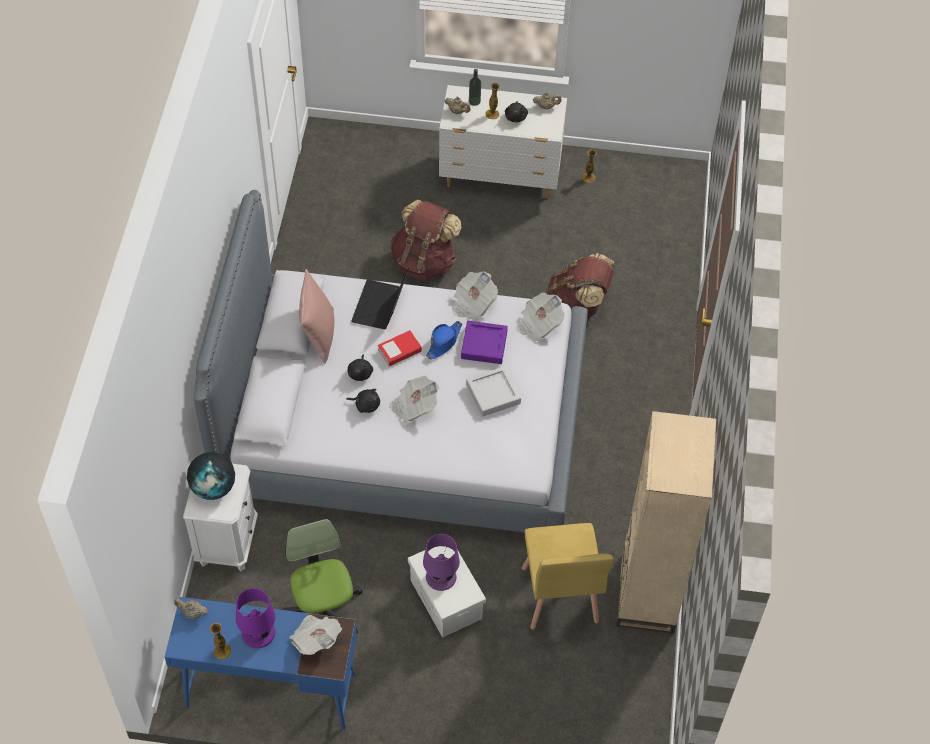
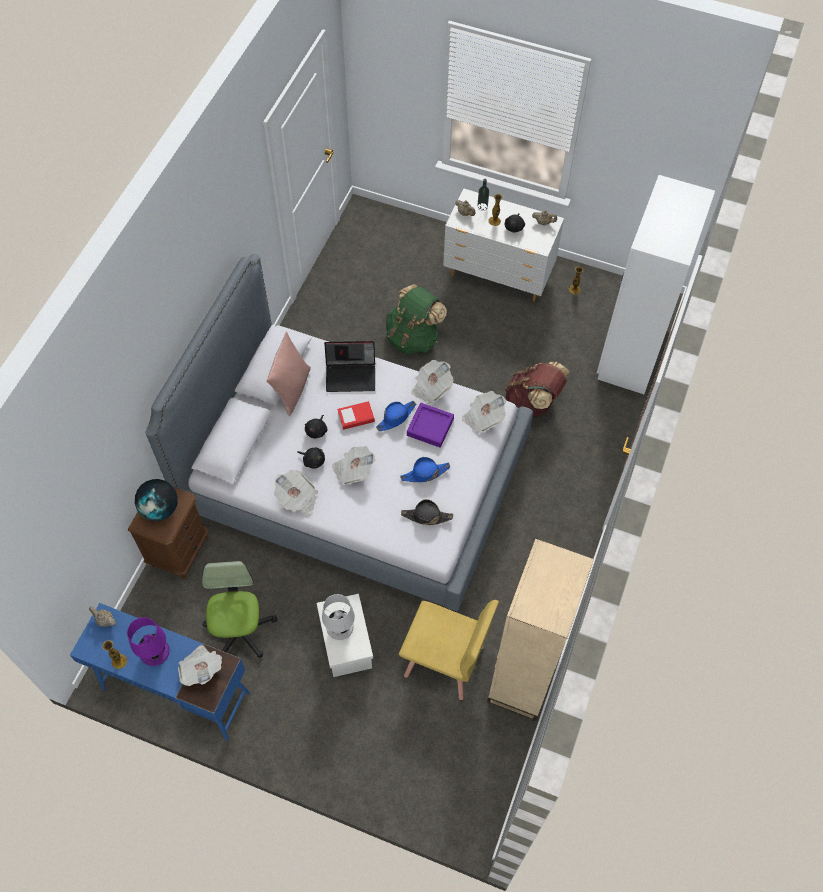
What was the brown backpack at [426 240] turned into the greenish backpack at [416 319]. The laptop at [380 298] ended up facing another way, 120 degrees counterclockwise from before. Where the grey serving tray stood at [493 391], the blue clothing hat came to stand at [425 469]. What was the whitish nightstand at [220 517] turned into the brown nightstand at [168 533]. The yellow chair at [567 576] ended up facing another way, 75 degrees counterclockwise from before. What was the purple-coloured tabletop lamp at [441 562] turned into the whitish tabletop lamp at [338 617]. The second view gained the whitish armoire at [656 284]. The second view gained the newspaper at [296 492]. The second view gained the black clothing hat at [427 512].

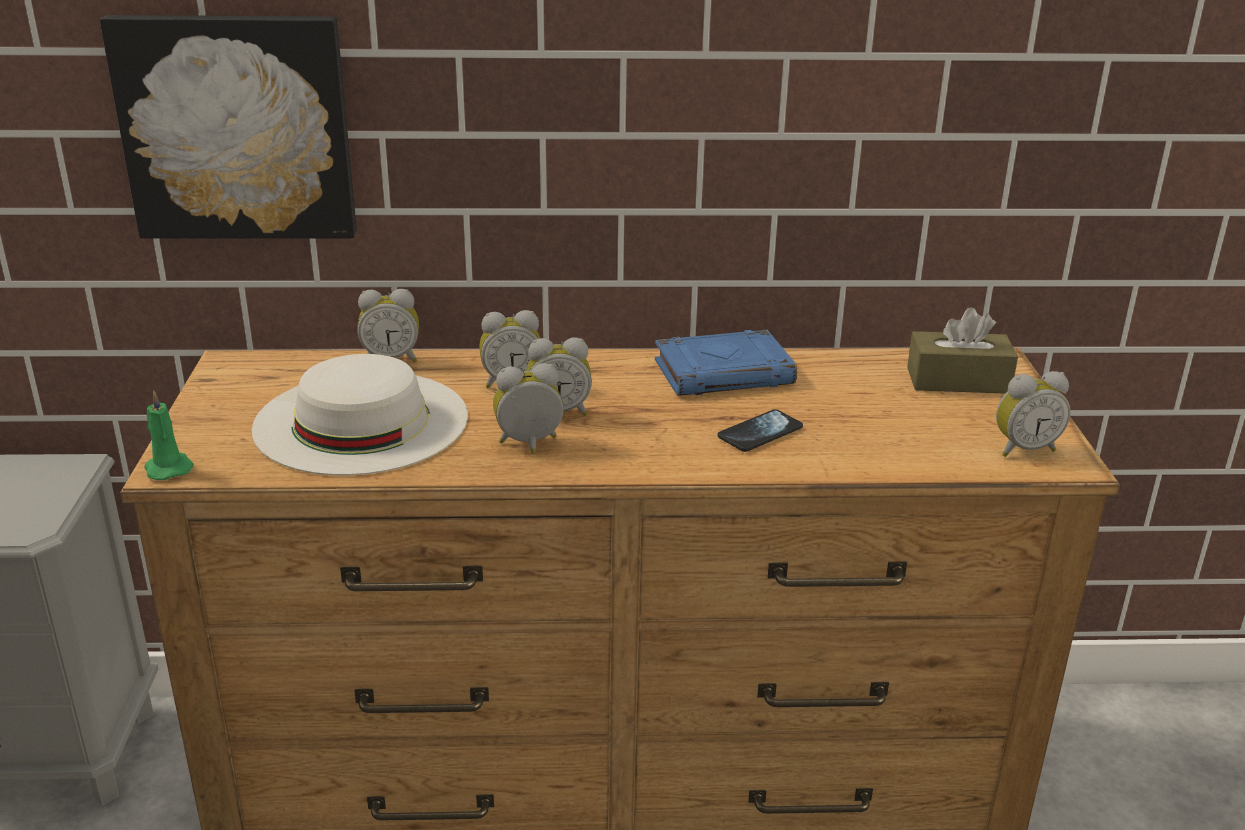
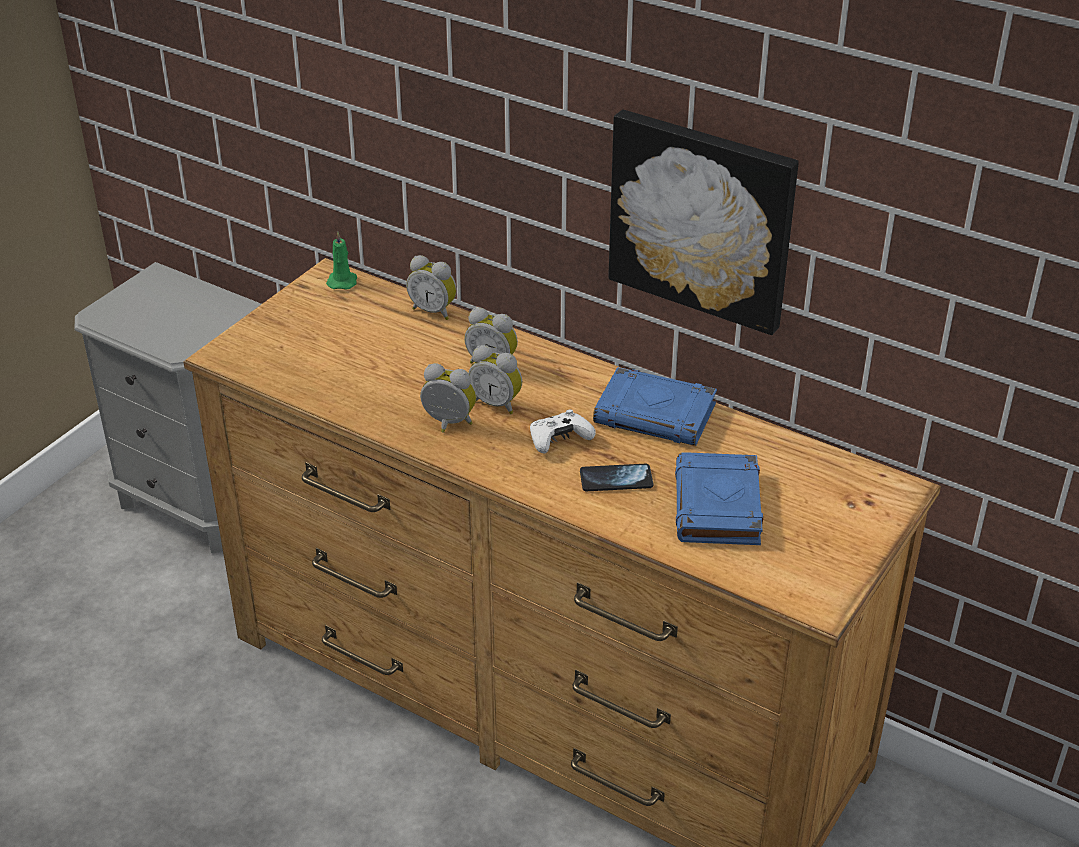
The wall picture ended up elsewhere, having gone from [228 127] to [703 222]. The second view lost the brown tissue holder at [962 350]. The second view lost the whitish clothing hat at [360 415]. The second view lost the table clock at [1033 414]. The greenish candle ended up elsewhere, having gone from [169 435] to [341 260]. The second view gained the whitish game controller at [563 431]. The second view gained the blue bound book at [719 498].

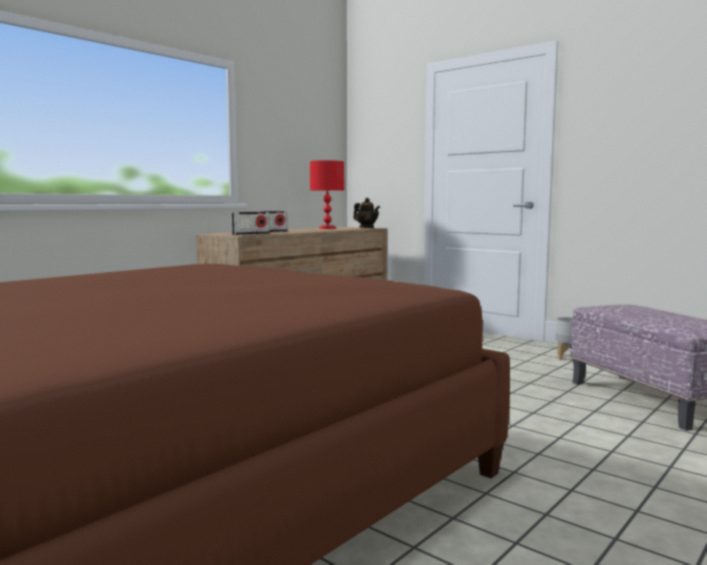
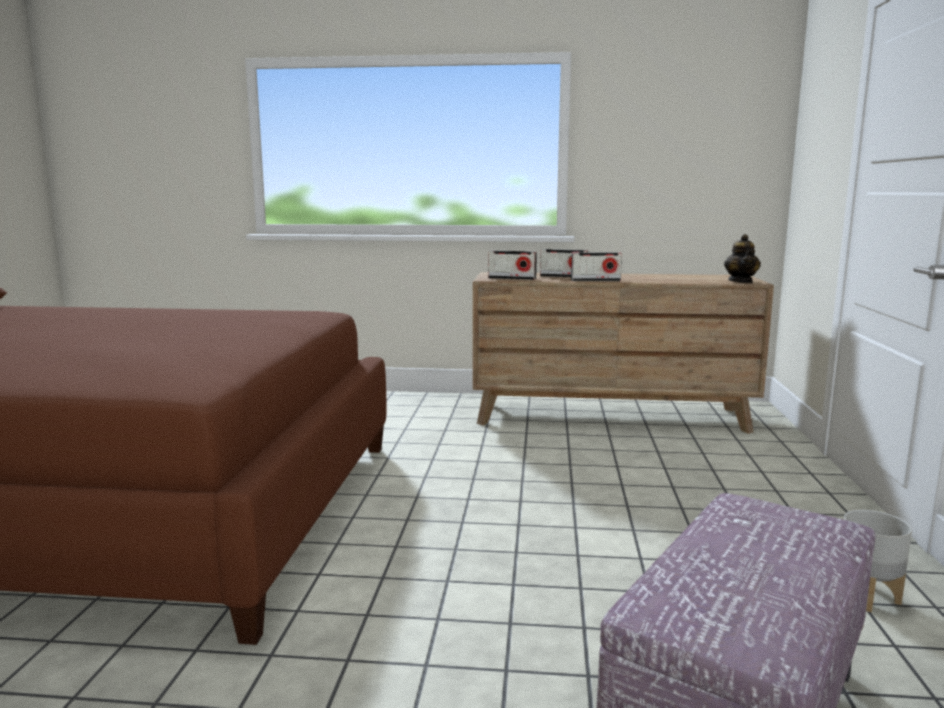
The second view lost the red tabletop lamp at [327 194]. The second view gained the radio receiver at [596 266].

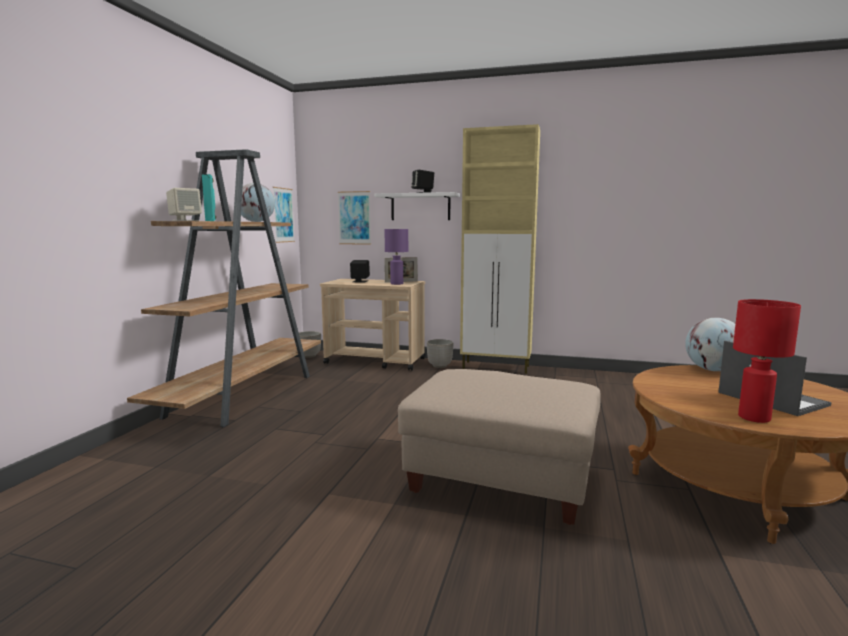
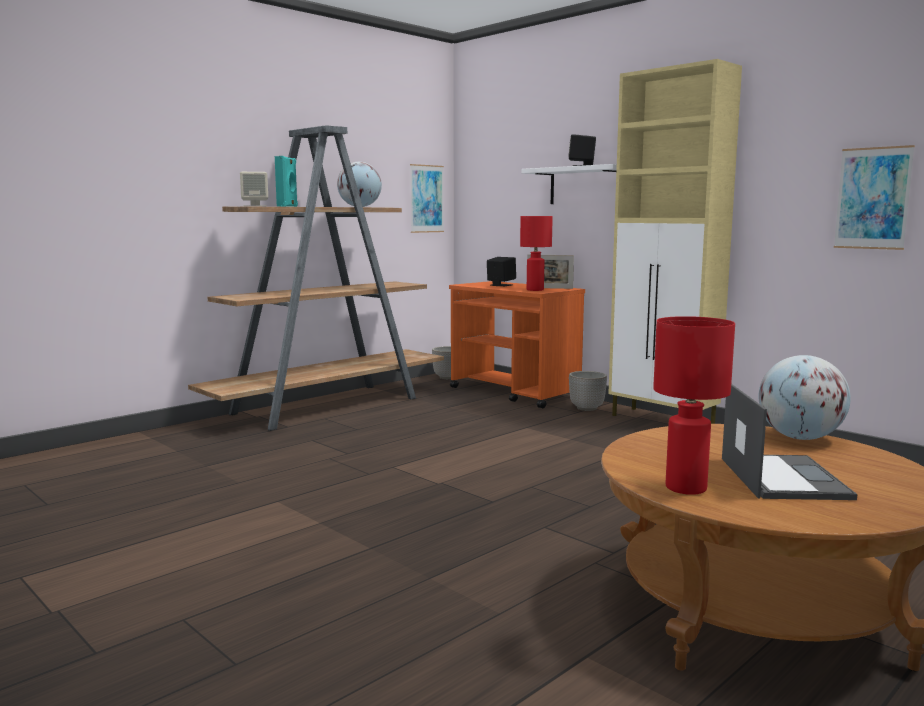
The wall picture ended up elsewhere, having gone from [354 218] to [874 197]. What was the purple-coloured tabletop lamp at [396 257] turned into the red tabletop lamp at [536 253]. What was the sand-coloured trolley at [372 325] turned into the orange trolley at [517 345]. The second view lost the sand-coloured ottoman at [499 447].

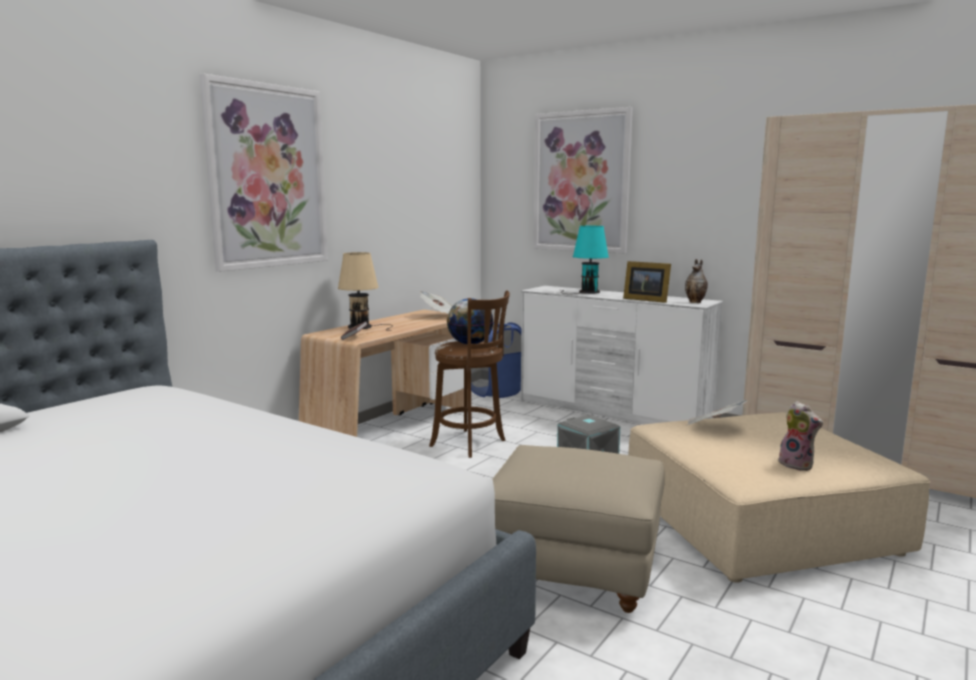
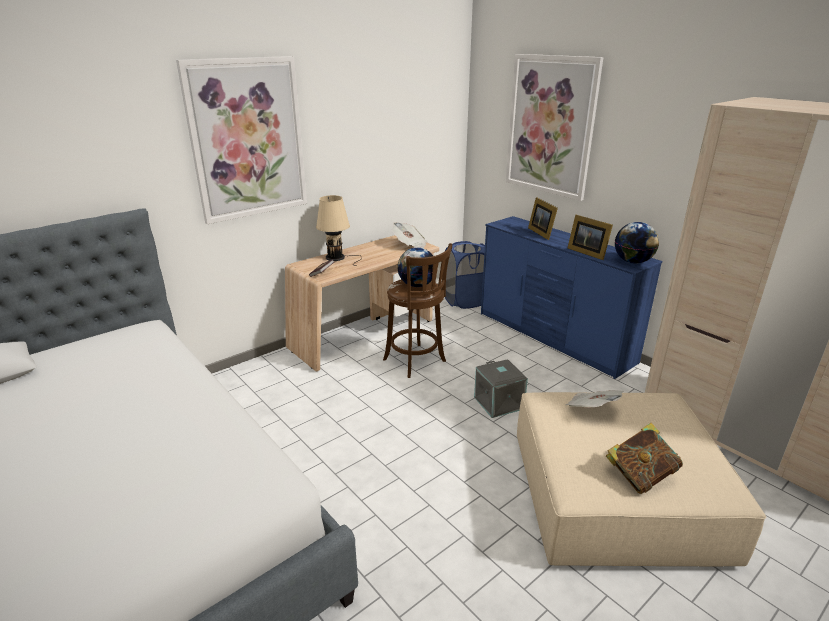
Where the turquoise-coloured tabletop lamp stood at [585 260], the standing frame came to stand at [543 219]. Where the decorative vase stood at [696 281], the desk globe came to stand at [637 242]. What was the whitish dresser at [622 355] turned into the blue dresser at [571 297]. Where the soft toy stood at [800 436], the bound book came to stand at [644 458]. The second view lost the sand-coloured ottoman at [578 529].

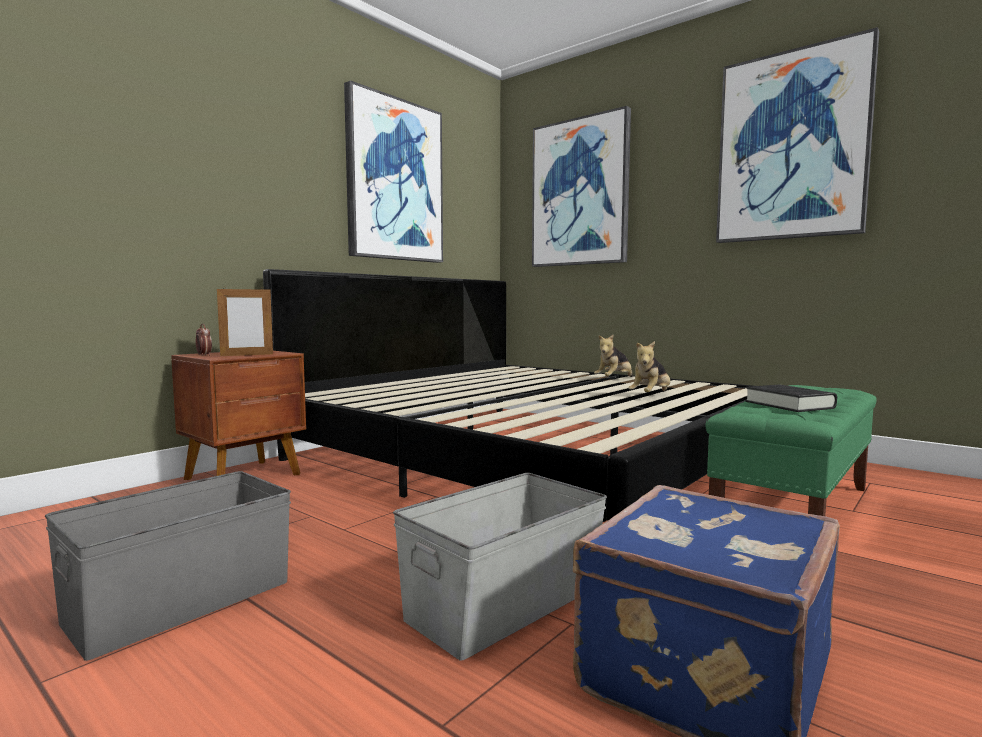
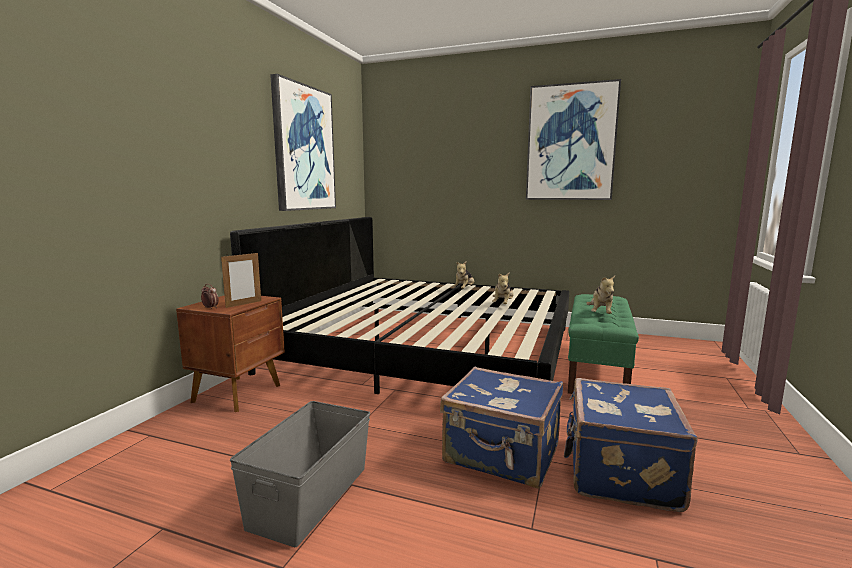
The second view lost the wall picture at [581 186]. Where the black bound book stood at [791 398], the soft toy came to stand at [600 294]. Where the grey storage container stood at [500 567], the blue piece of luggage came to stand at [501 428].

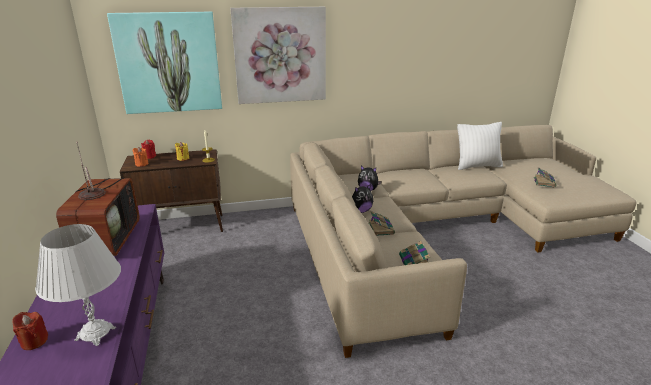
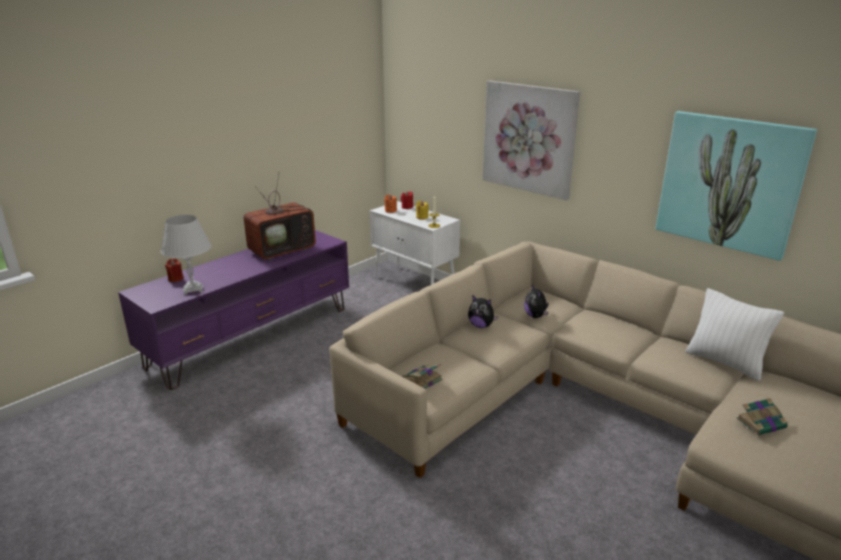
The wall picture ended up elsewhere, having gone from [164 63] to [736 186]. What was the brown cabinet at [171 190] turned into the whitish cabinet at [415 243]. The second view lost the bound book at [382 223].

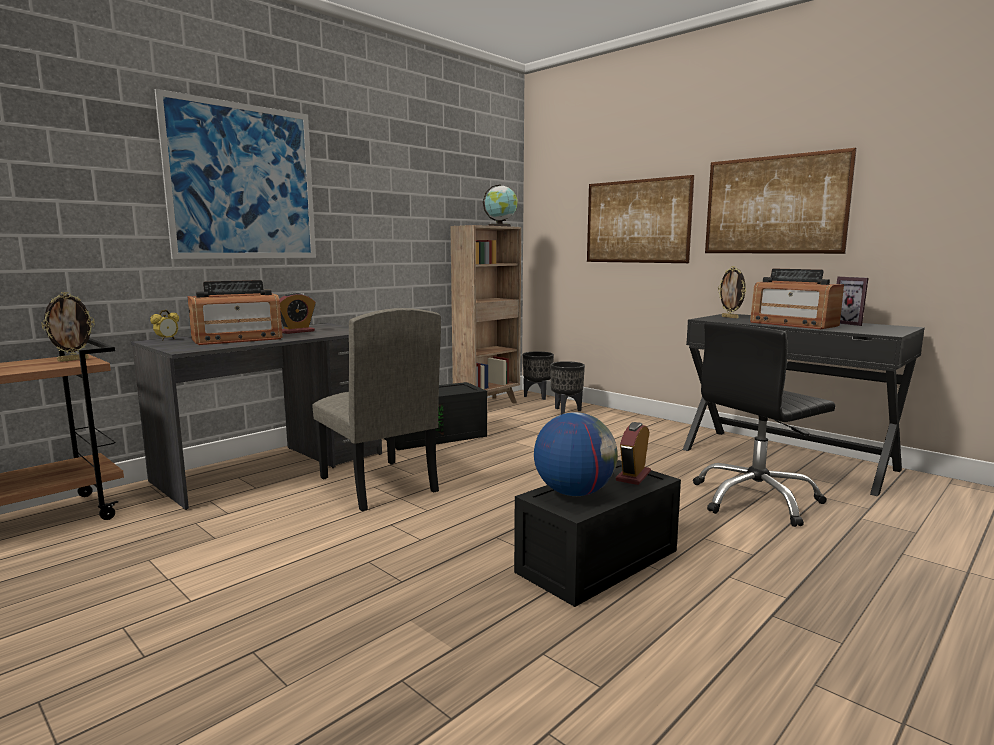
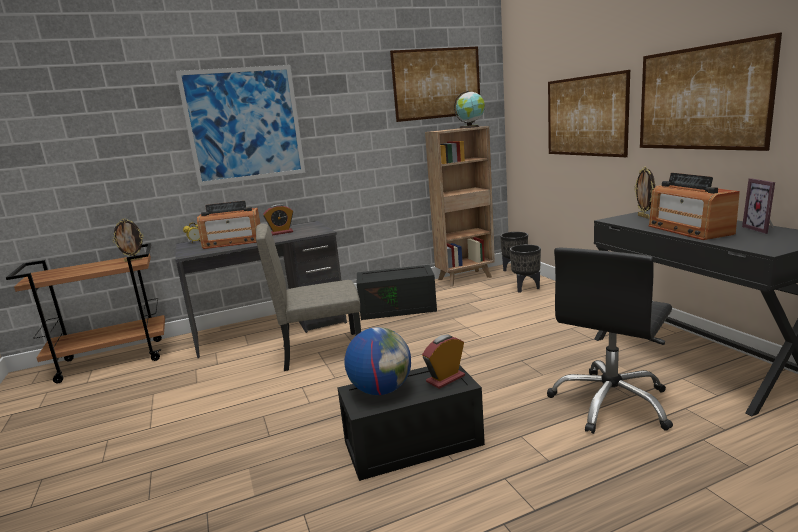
The sand-coloured chair at [376 409] ended up facing another way, 90 degrees clockwise from before. The black computer chair at [764 424] ended up facing another way, 45 degrees counterclockwise from before. The second view gained the wall picture at [435 84].

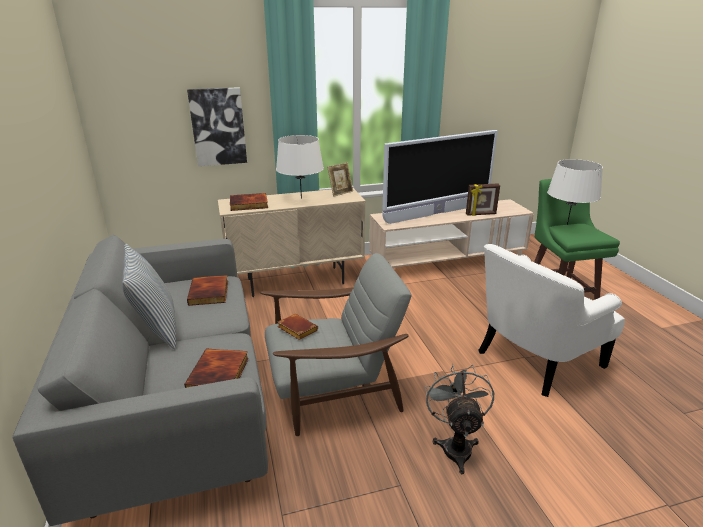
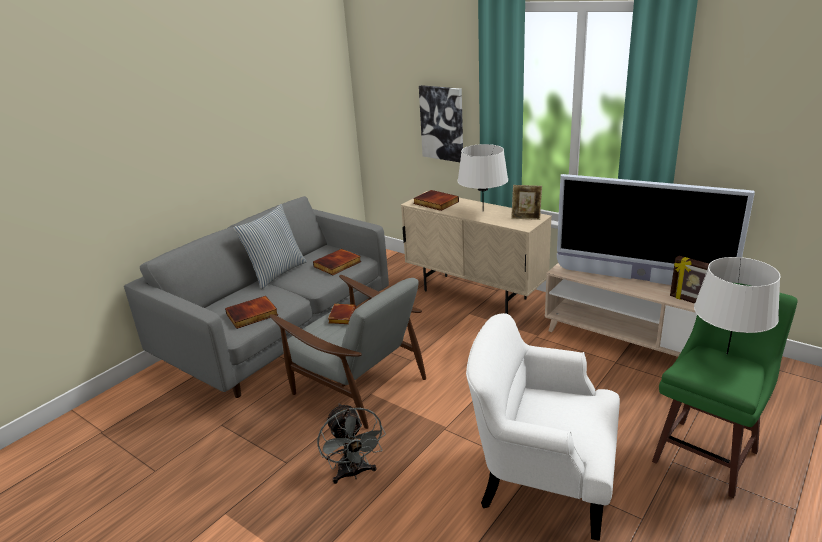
The grey fan at [459 419] ended up facing another way, 105 degrees clockwise from before.

